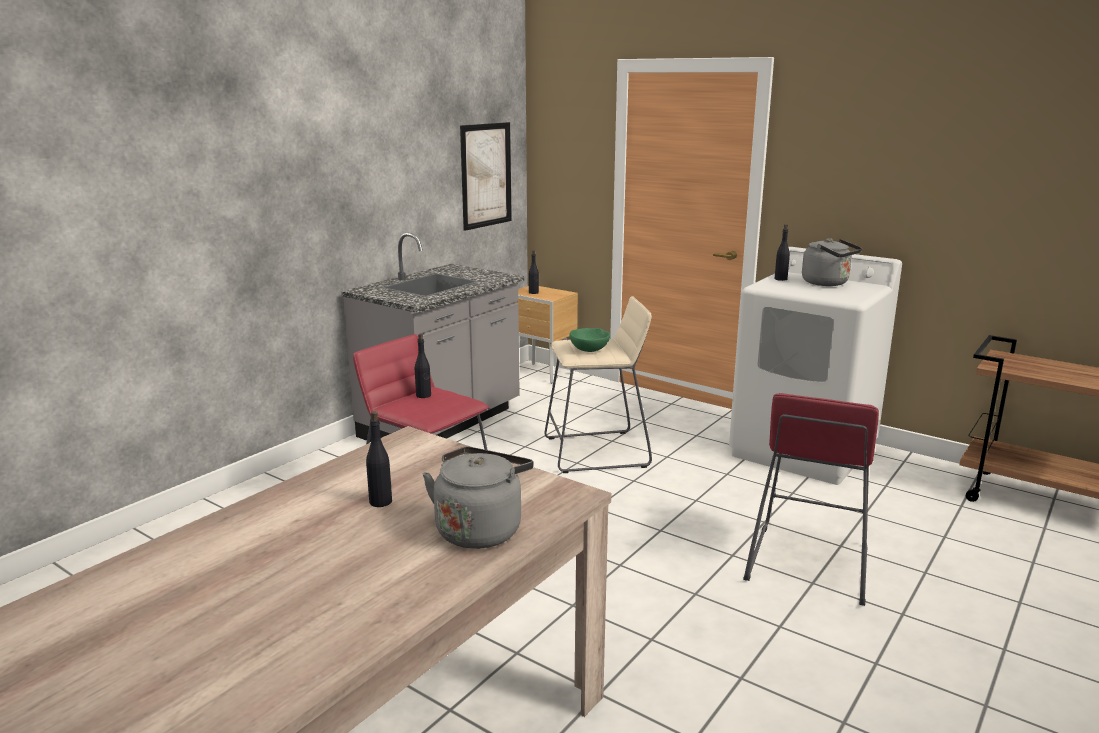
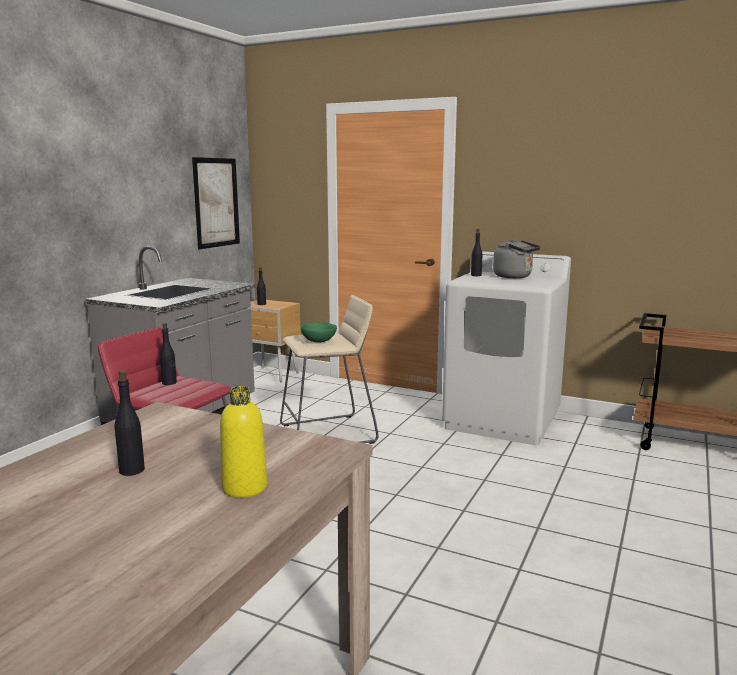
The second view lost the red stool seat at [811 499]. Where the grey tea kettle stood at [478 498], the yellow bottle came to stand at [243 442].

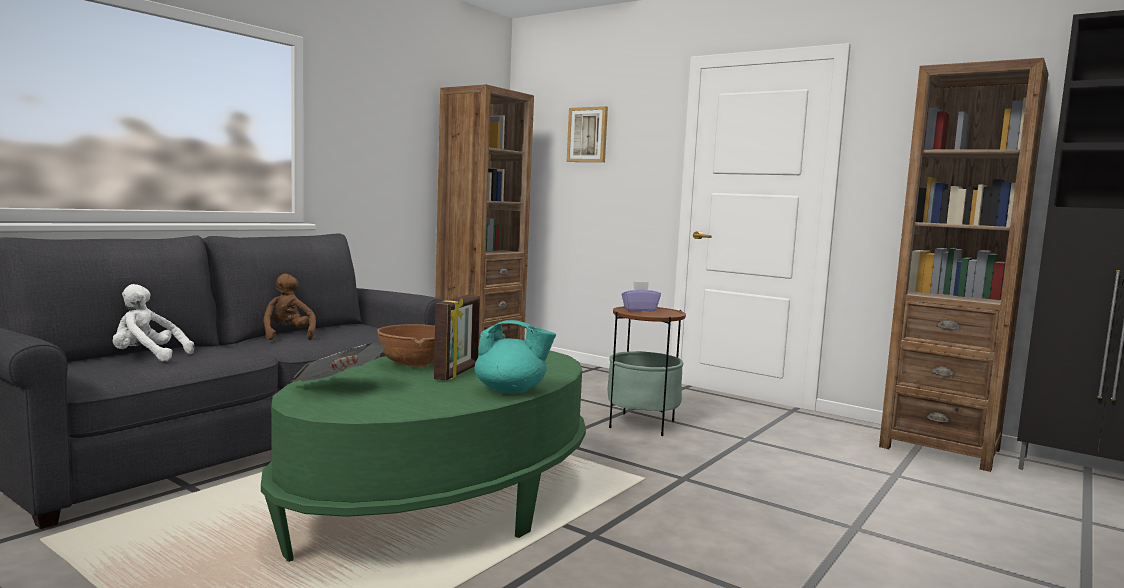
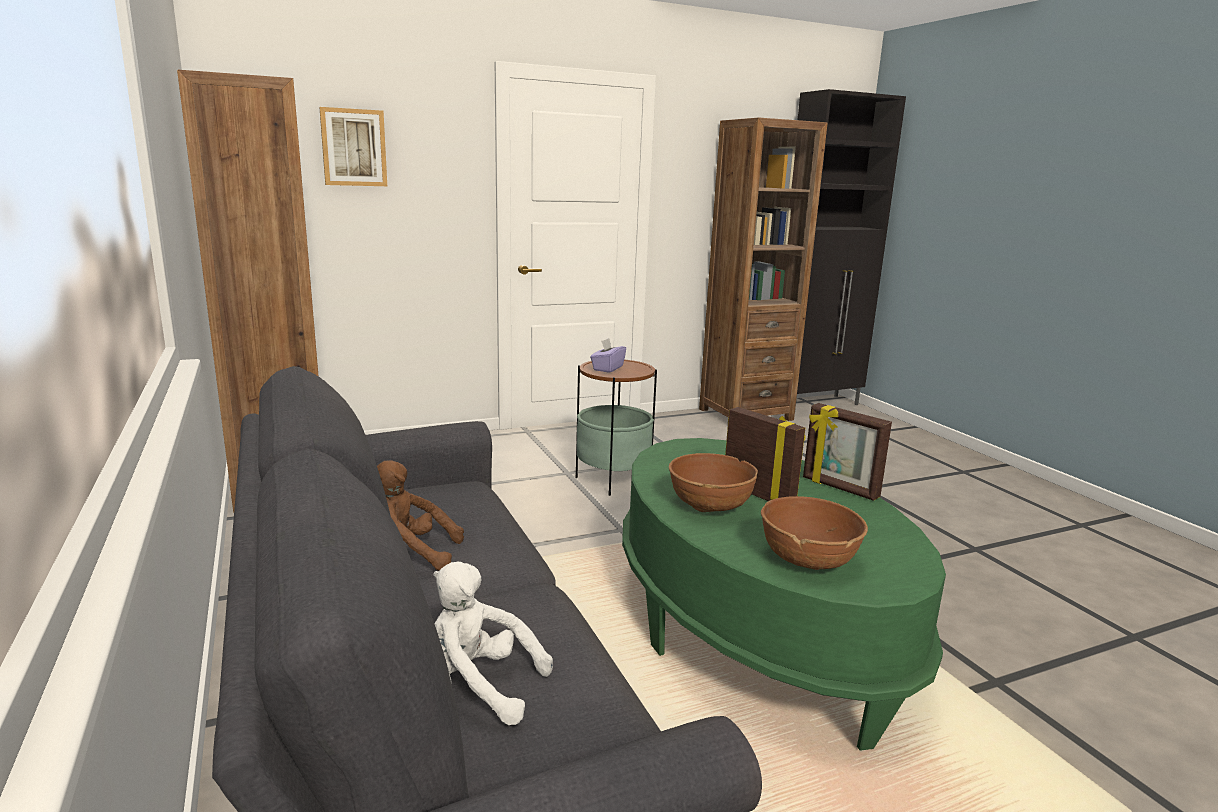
The whitish soft toy at [153 322] ended up facing another way, 75 degrees clockwise from before. Where the turquoise-coloured teapot stood at [515 357], the standing frame came to stand at [847 452]. Where the newspaper stood at [339 362], the brown serving bowl came to stand at [814 533].

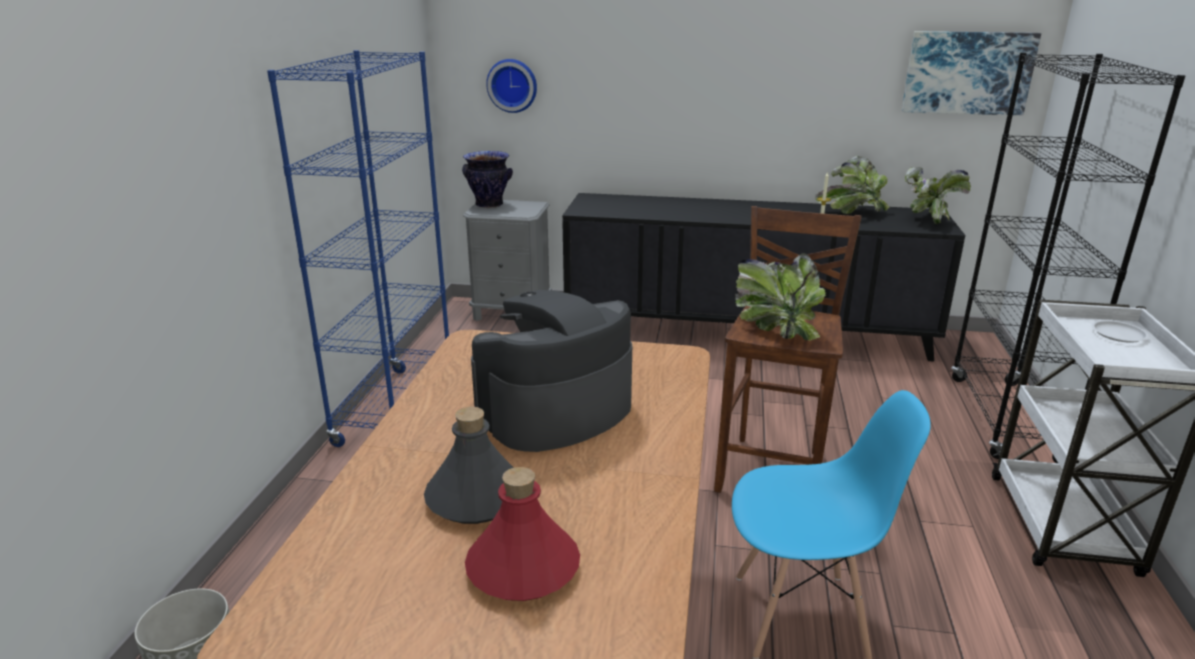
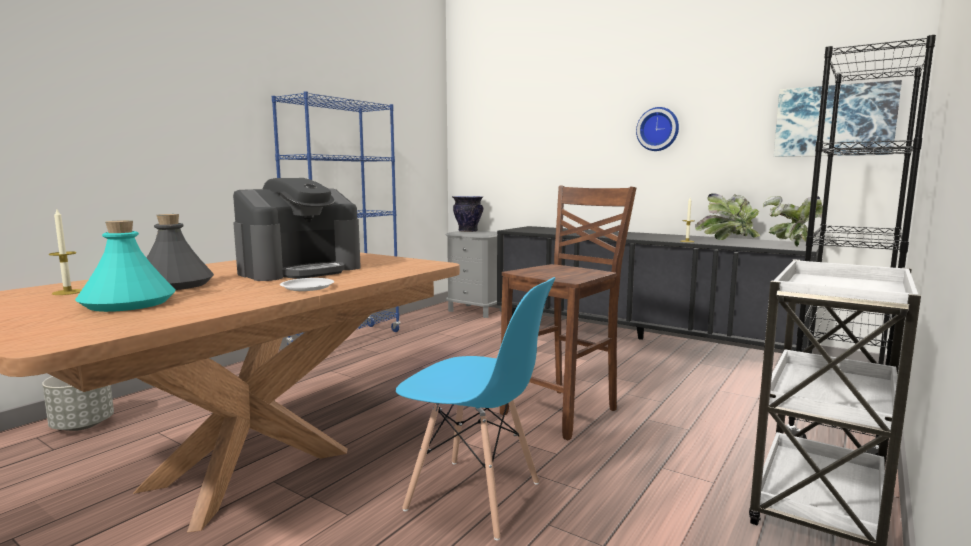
The hanging clock ended up elsewhere, having gone from [511 86] to [657 129]. The second view lost the potted plant at [780 297]. The coffee maker at [551 371] ended up facing another way, 150 degrees clockwise from before. The whitish flat dish ended up elsewhere, having gone from [1120 331] to [307 284]. What was the red bottle at [522 534] turned into the turquoise-coloured bottle at [125 266]. The second view gained the candle at [65 252].

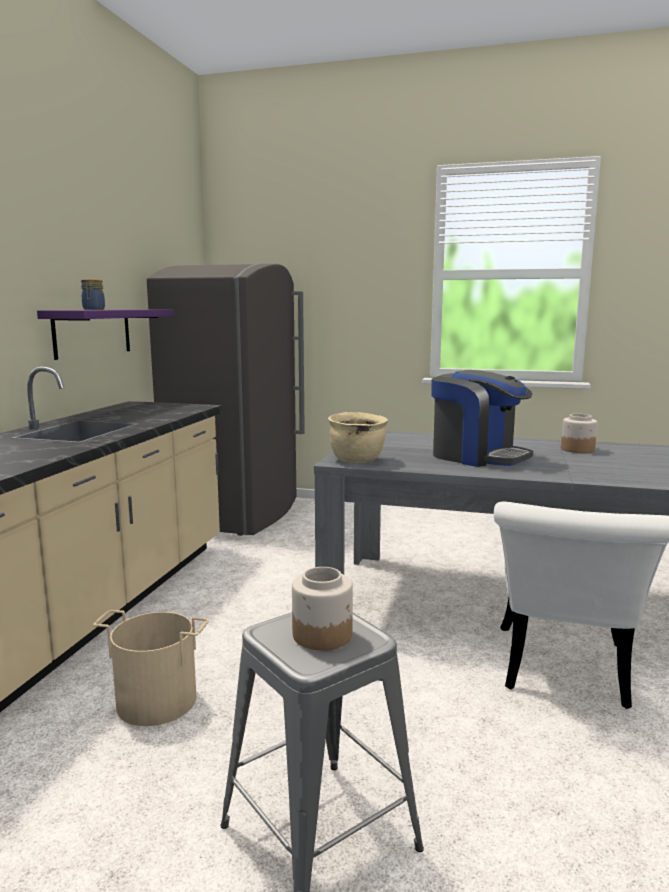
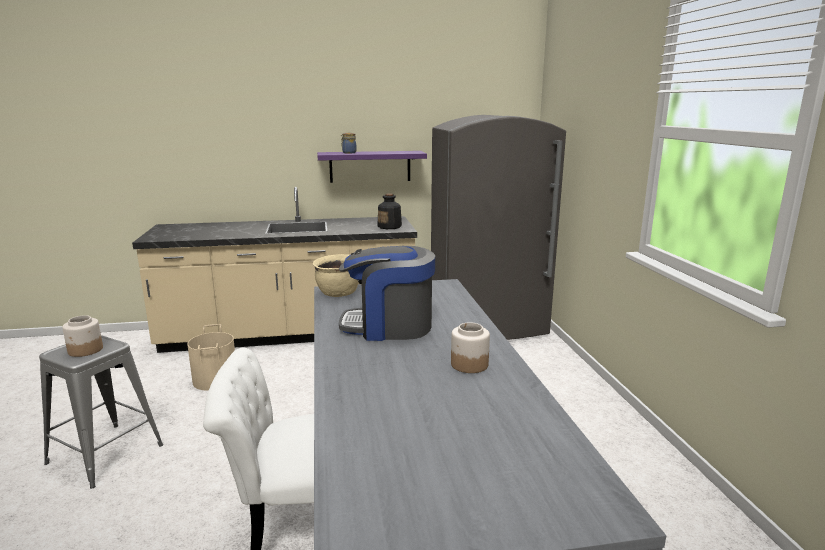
The coffee maker at [482 418] ended up facing another way, 75 degrees clockwise from before. The second view gained the bottle at [389 211].

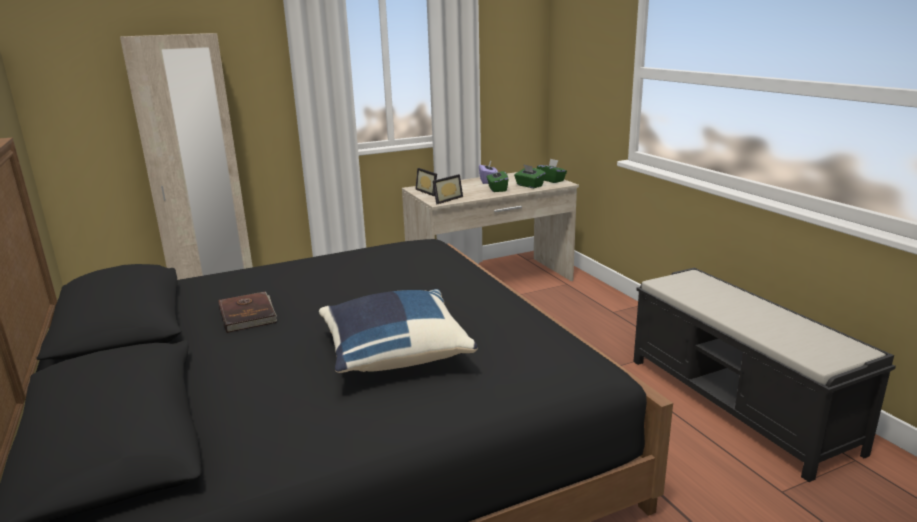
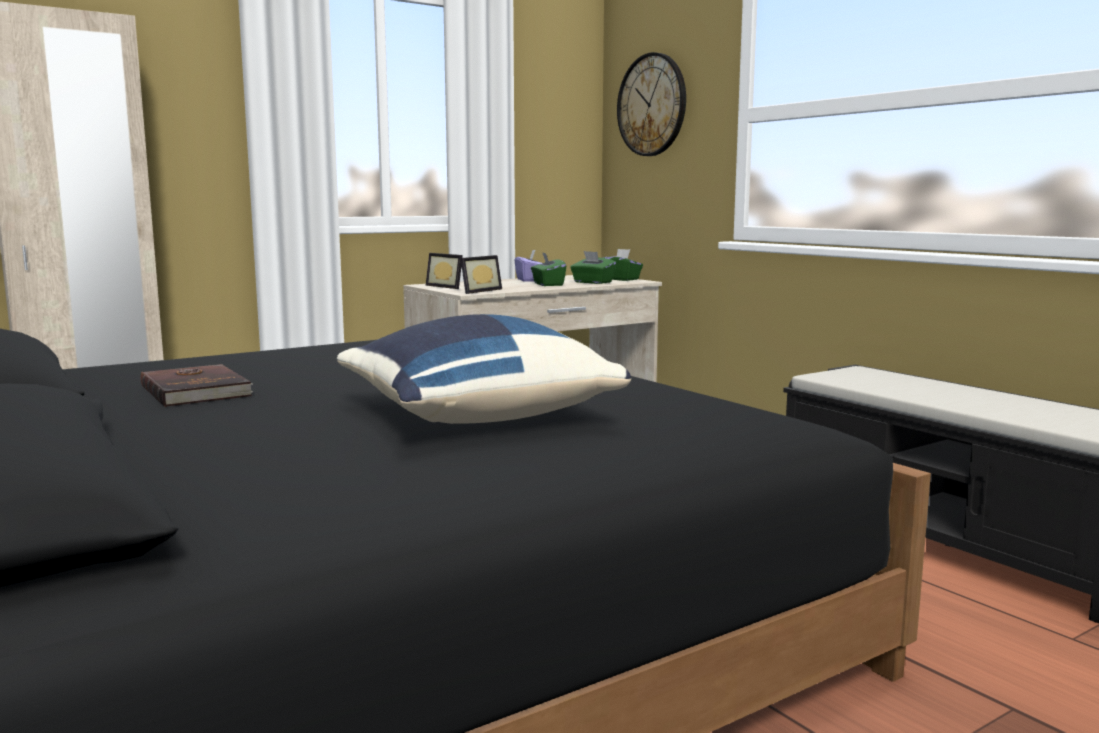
The second view gained the hanging clock at [651 104].

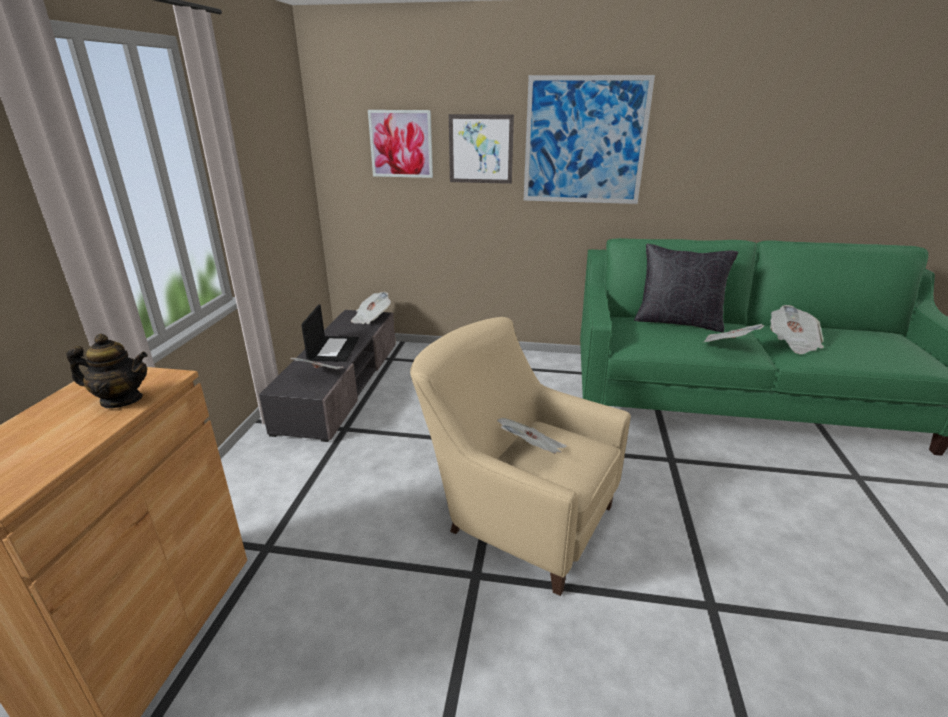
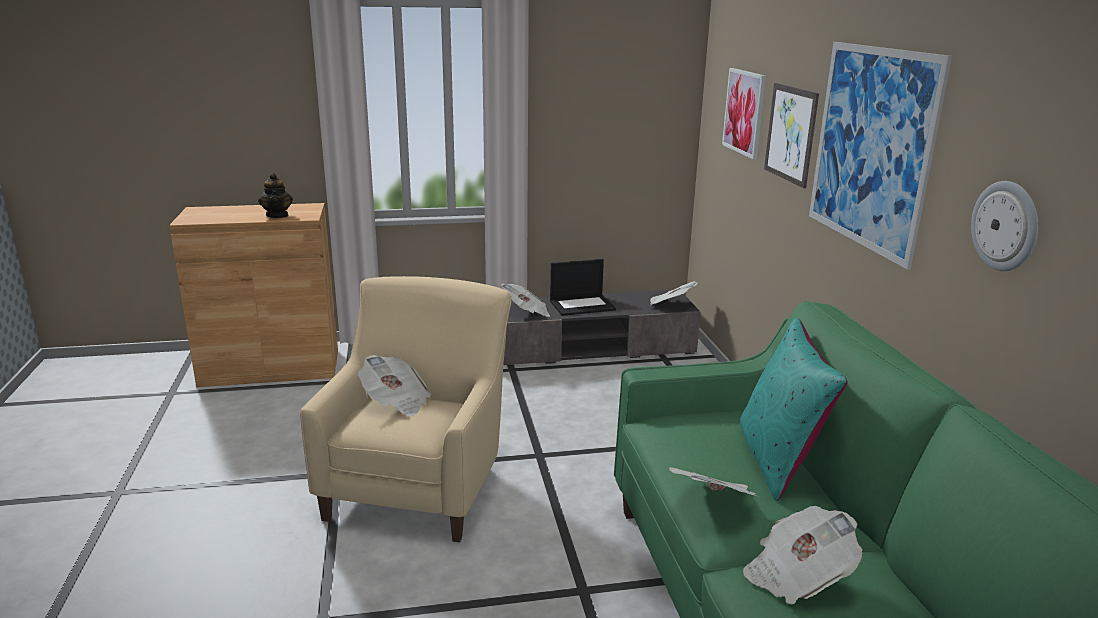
What was the black throw pillow at [686 288] turned into the turquoise-coloured throw pillow at [793 409]. The second view gained the hanging clock at [1004 226].

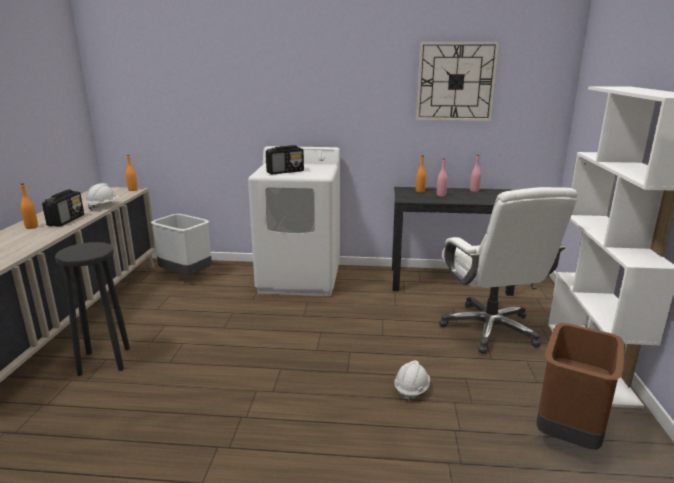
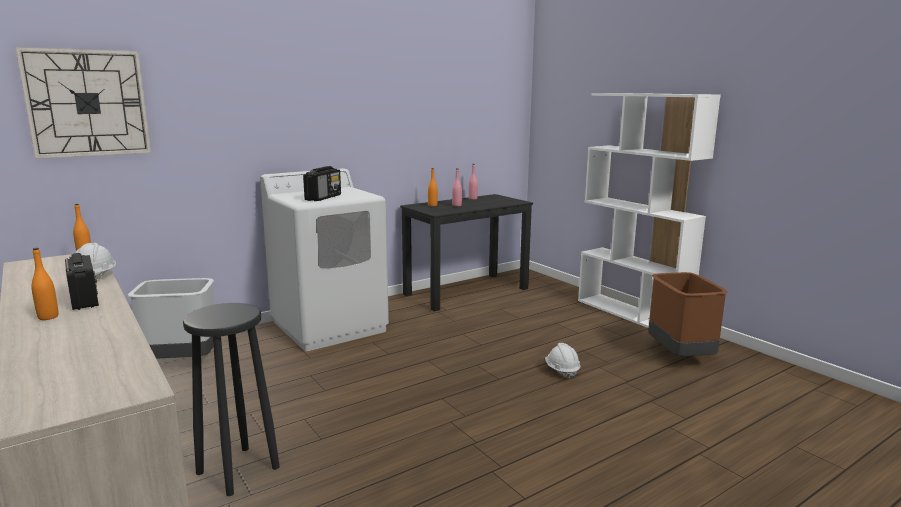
The hanging clock ended up elsewhere, having gone from [457 81] to [83 103]. The second view lost the whitish computer chair at [508 270].

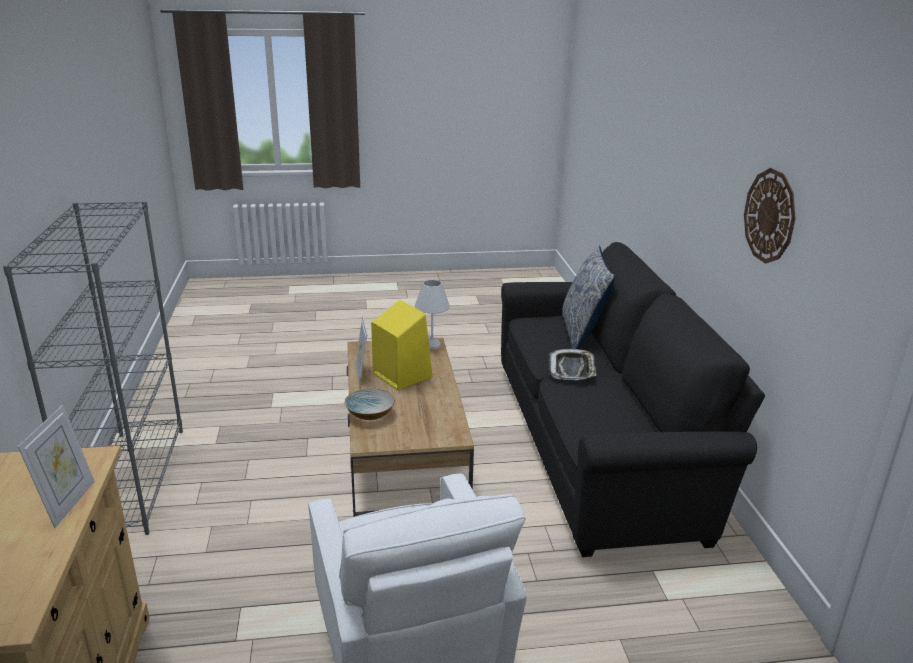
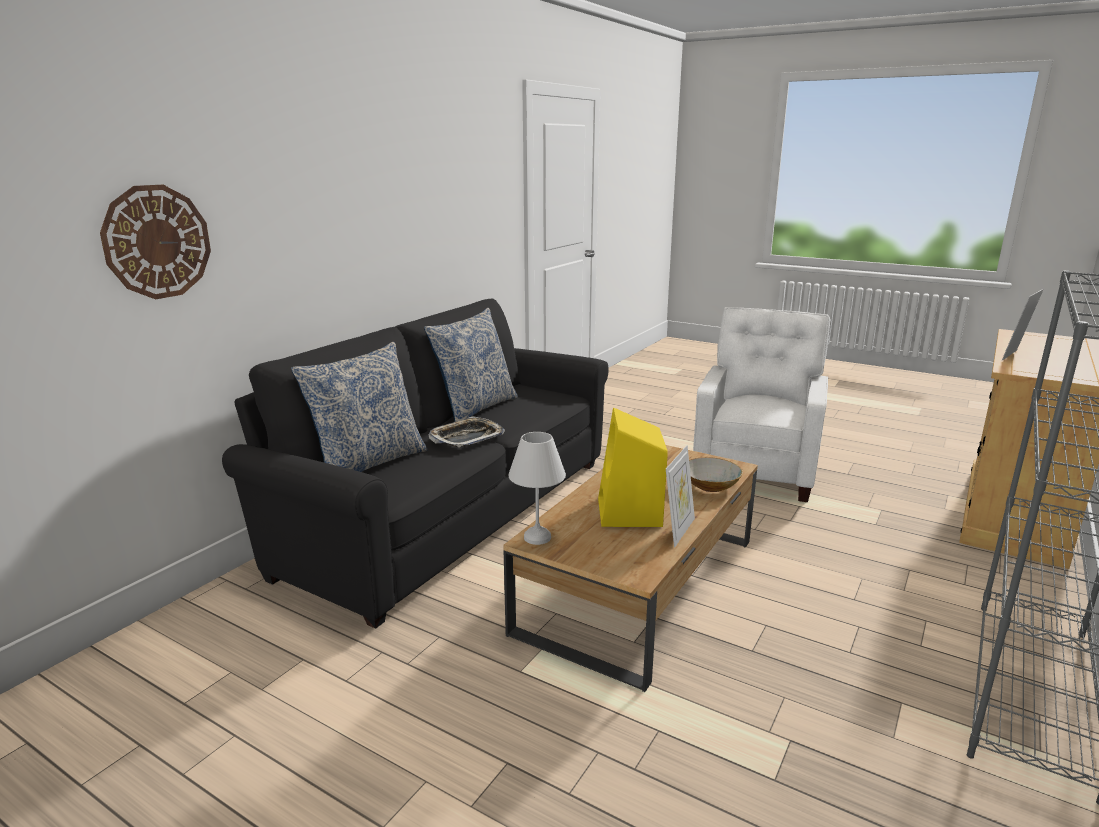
The hanging clock ended up elsewhere, having gone from [770 215] to [155 242]. The second view gained the throw pillow at [471 365].

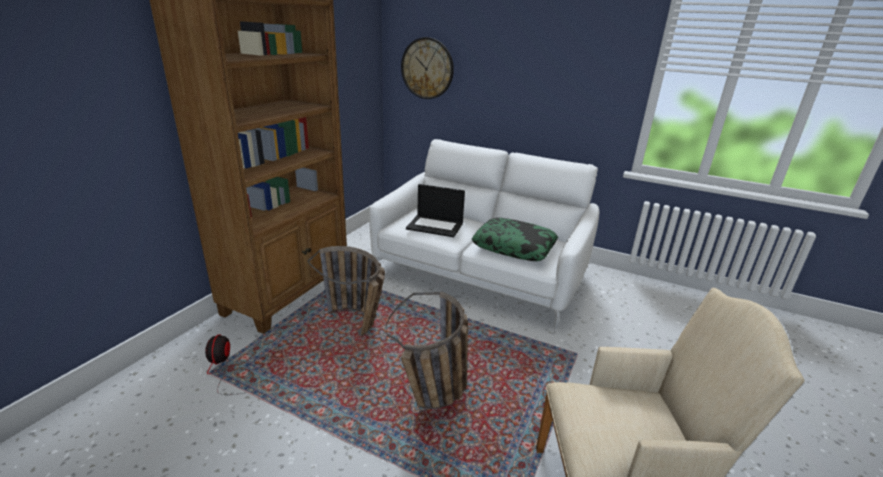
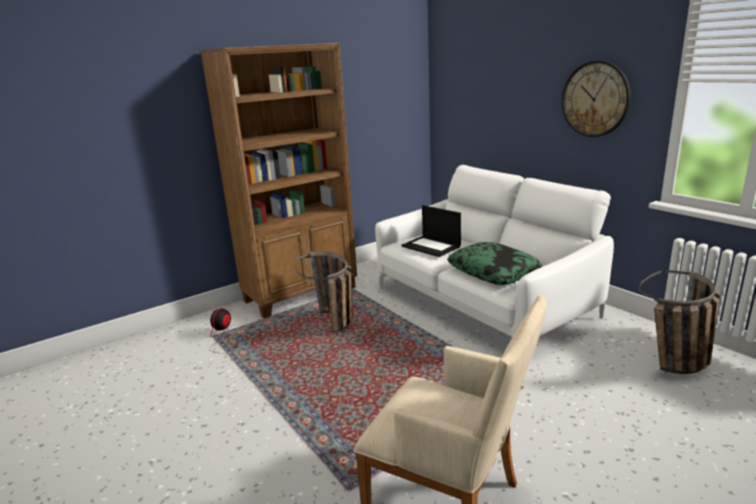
The hanging clock ended up elsewhere, having gone from [427 68] to [596 98]. The household basket ended up elsewhere, having gone from [427 350] to [679 322].

